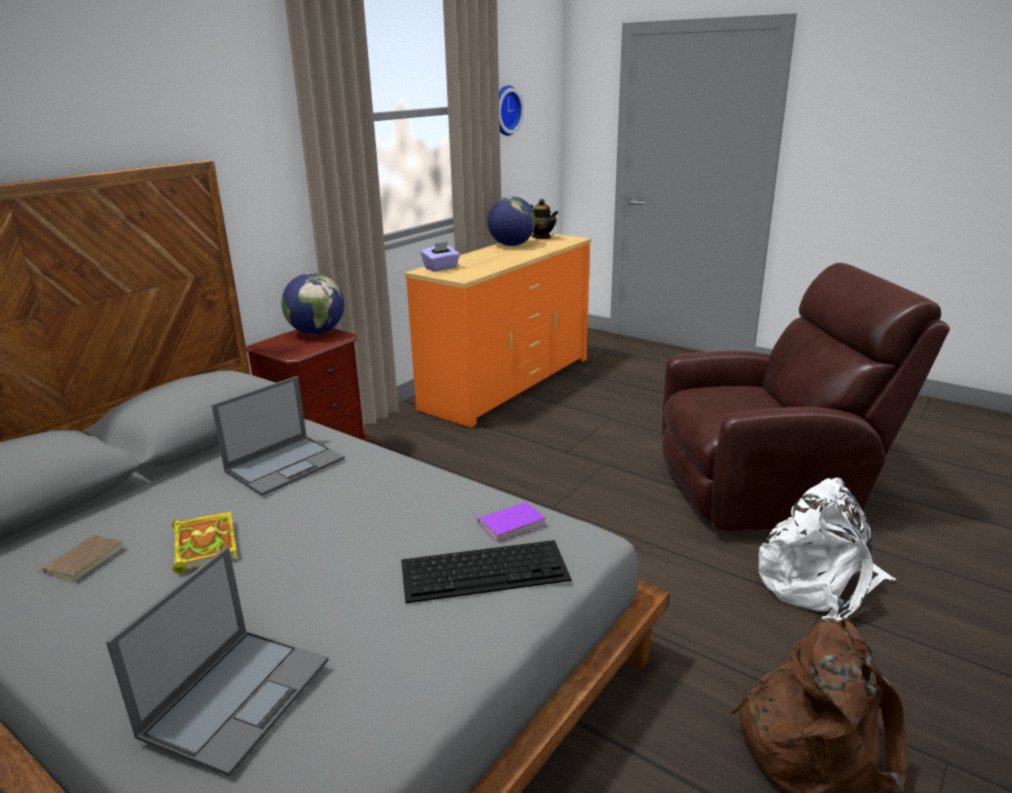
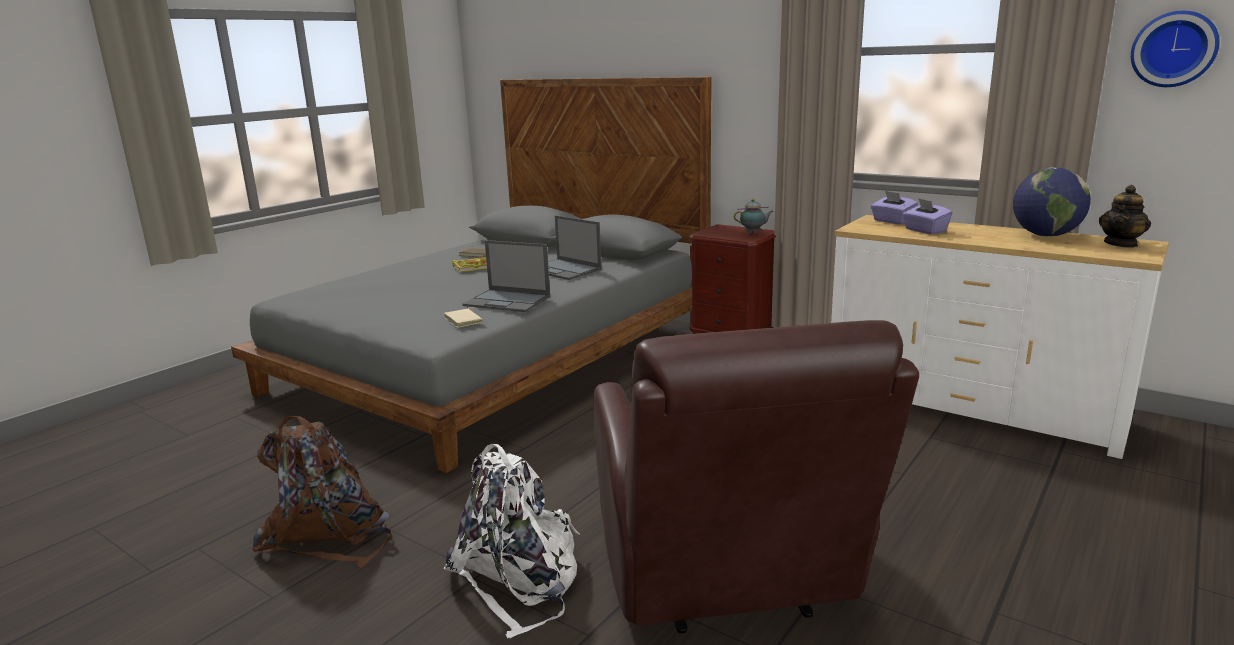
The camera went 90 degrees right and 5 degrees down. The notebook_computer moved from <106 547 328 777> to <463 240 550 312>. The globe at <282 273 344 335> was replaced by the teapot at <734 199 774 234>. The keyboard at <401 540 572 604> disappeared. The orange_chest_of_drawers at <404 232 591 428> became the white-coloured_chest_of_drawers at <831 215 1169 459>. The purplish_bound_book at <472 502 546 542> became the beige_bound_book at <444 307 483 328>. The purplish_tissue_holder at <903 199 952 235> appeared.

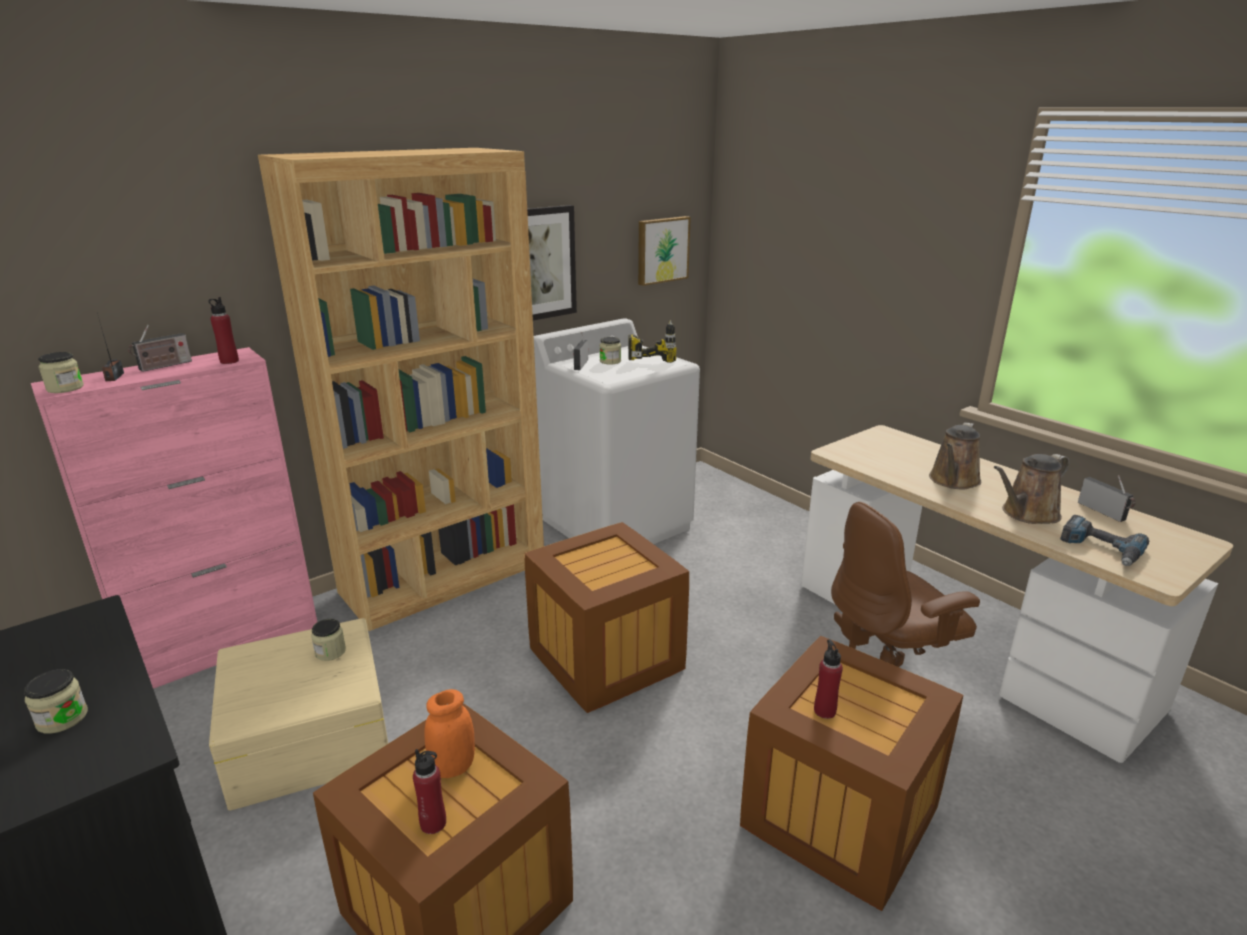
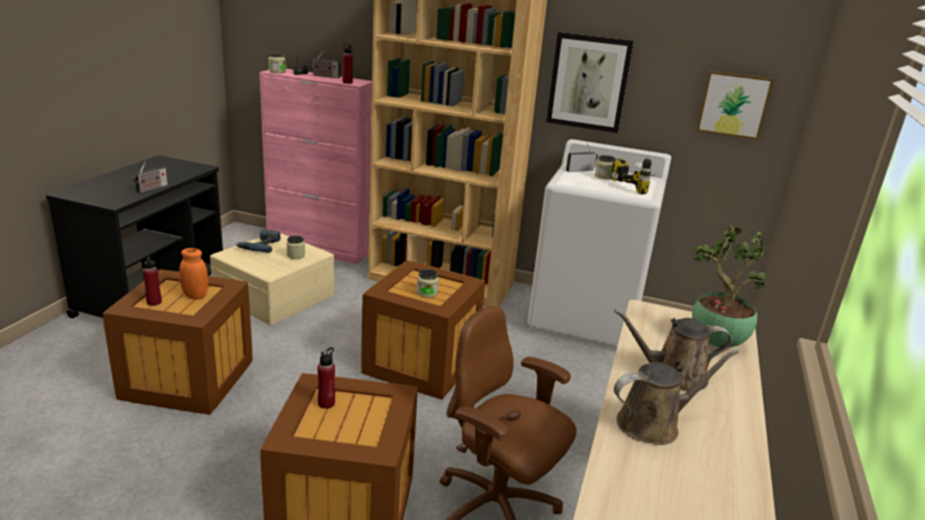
The camera went 55 degrees right and 0 degrees up. The jar moved from <24 669 88 734> to <417 269 439 298>. The brown_sprinkling_can at <994 454 1069 524> turned 135 degrees clockwise. The drill moved from <1060 515 1149 566> to <235 229 280 253>. The radio_receiver moved from <1078 475 1136 522> to <133 162 168 193>. The potted_plant at <692 225 767 348> appeared.

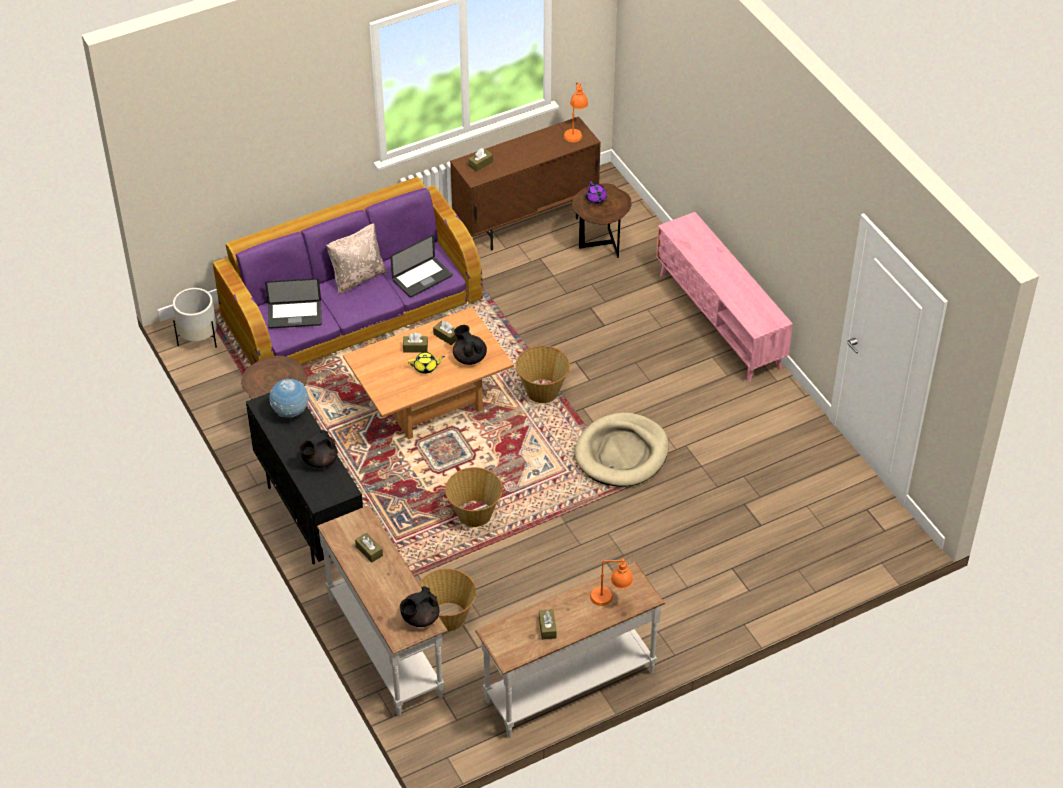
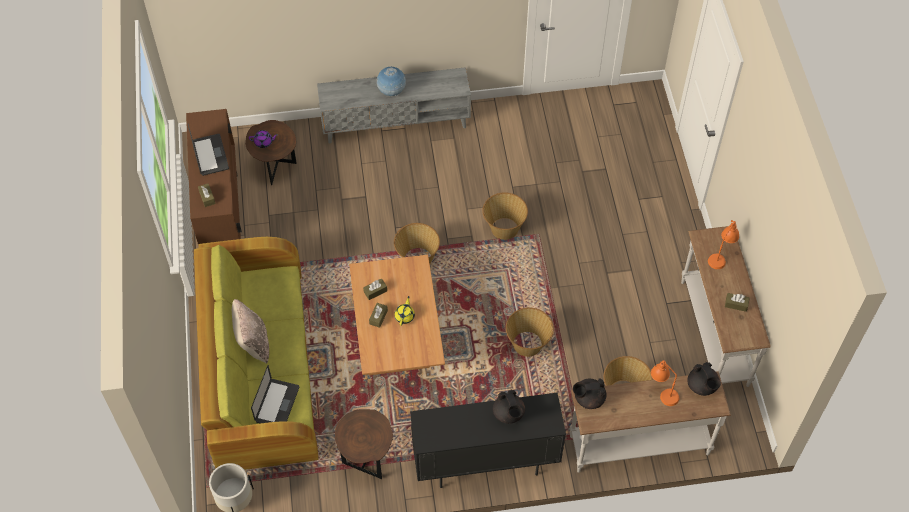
The camera went 70 degrees left and 10 degrees up. The purplish_couch at <213 177 483 365> became the green_couch at <194 237 319 470>. The globe moved from <270 379 308 418> to <377 66 406 96>. The brown_tissue_holder at <355 533 383 563> disappeared. The notebook_computer moved from <391 235 452 297> to <188 124 229 176>. The black_teapot moved from <453 325 487 365> to <573 378 606 409>. The orange_lamp_for_a_table moved from <564 82 588 142> to <651 360 679 406>. The beige_pet_bed at <575 413 669 487> was replaced by the basket at <482 192 528 240>. The pinkish_tv_stand at <656 212 793 382> became the gray_tv_stand at <317 67 471 143>.

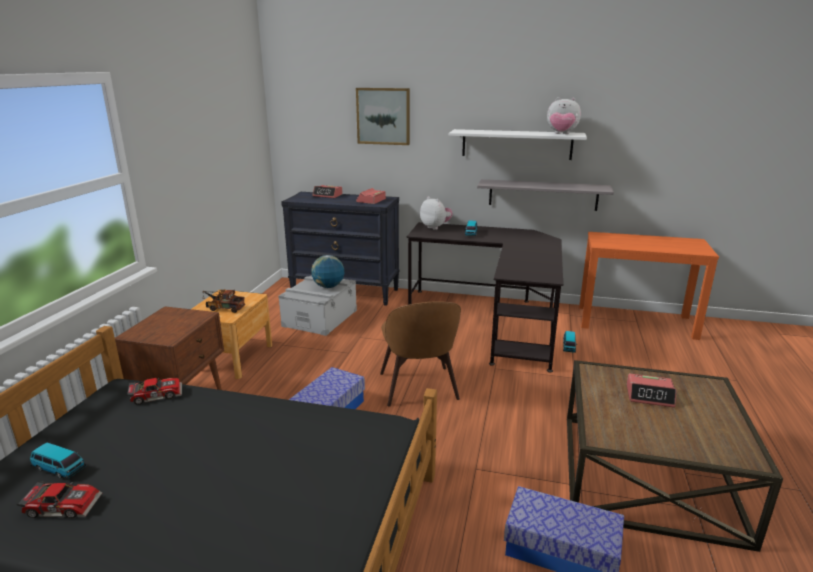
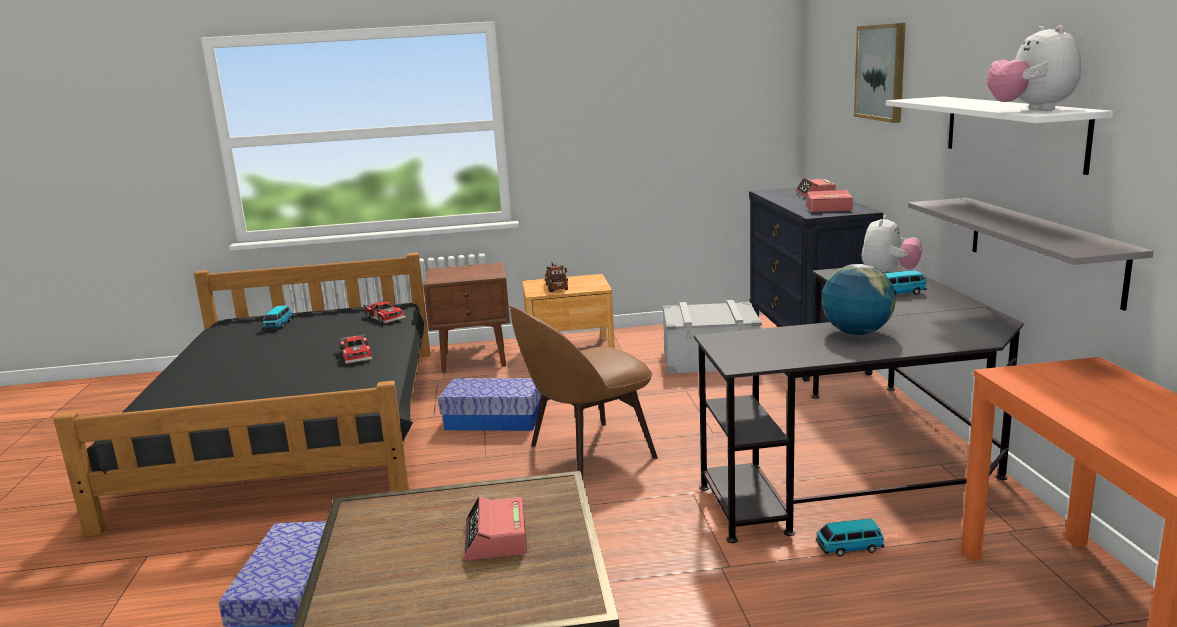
The camera went 70 degrees right and 5 degrees down. The model_car moved from <17 481 102 518> to <340 334 372 364>. The globe moved from <311 255 344 288> to <822 264 896 335>.

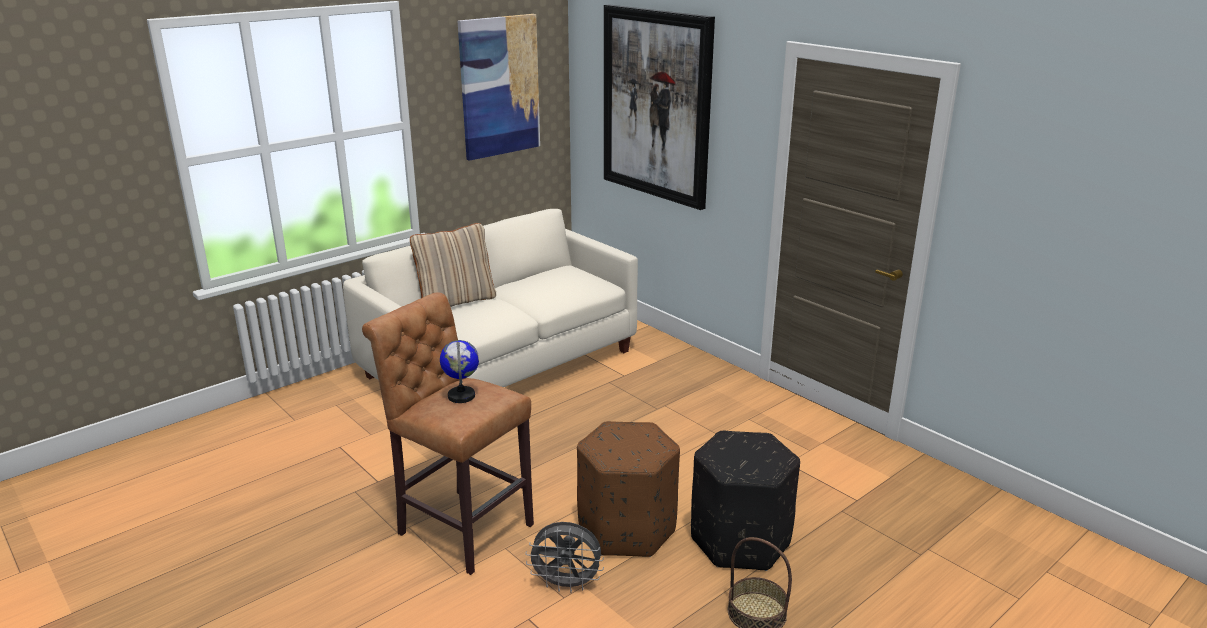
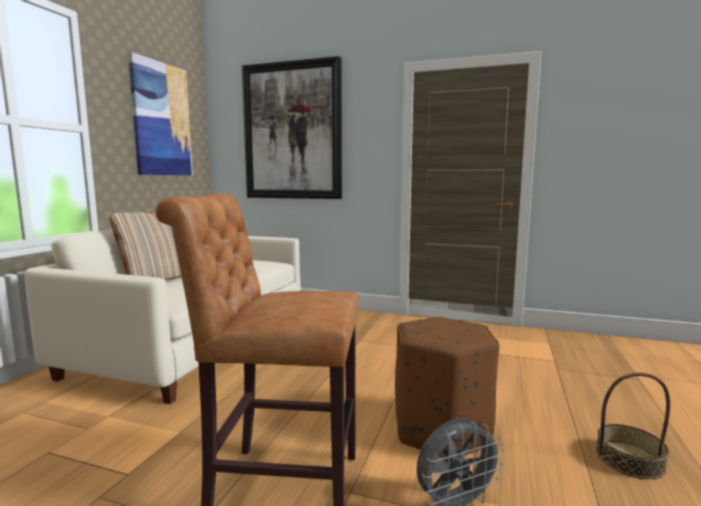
The camera went 30 degrees left and 15 degrees down. The globe at <440 340 479 403> disappeared. The black_ottoman at <691 431 800 571> disappeared.

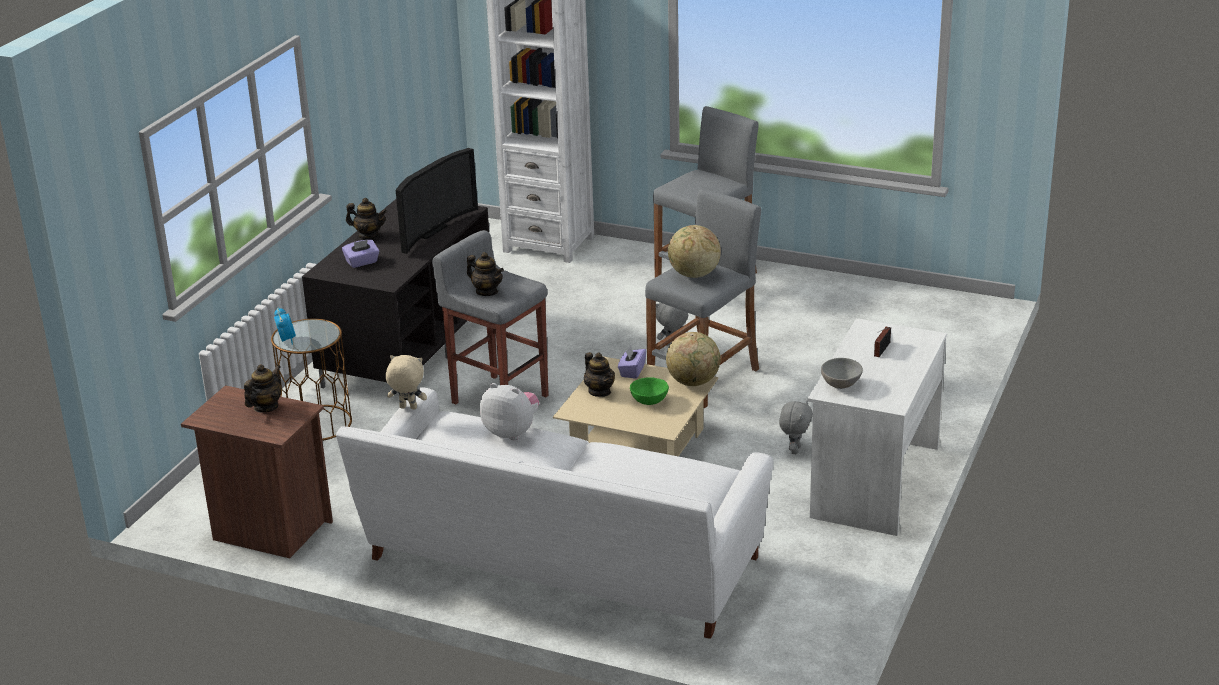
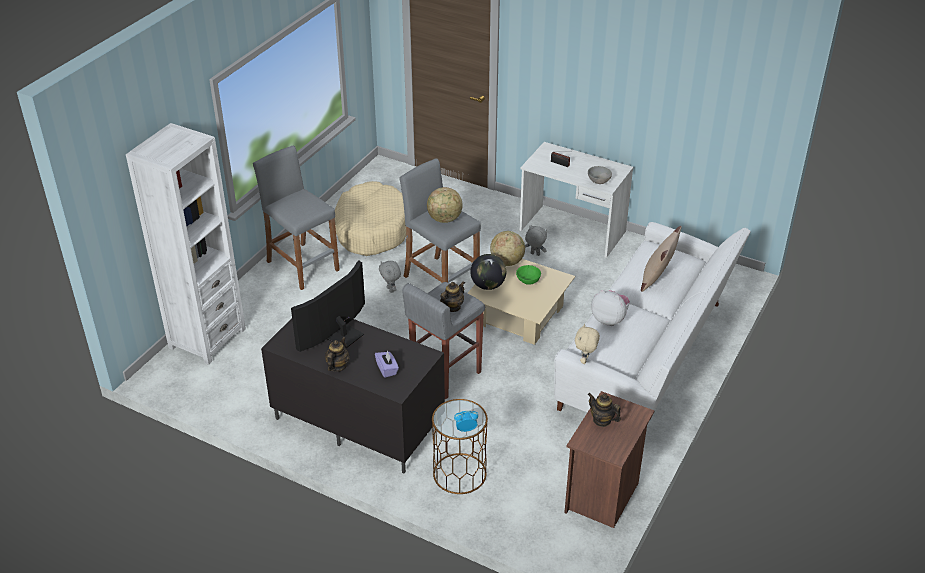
The camera went 85 degrees left and 10 degrees up. The television at <396 148 478 254> turned 90 degrees counterclockwise. The cuddly_toy at <480 383 539 440> turned 90 degrees clockwise. The teapot at <584 352 615 397> disappeared. The purplish_tissue_holder at <618 345 646 379> was replaced by the globe at <470 254 506 290>. The beige_pet_bed at <335 181 406 256> appeared. The beige_throw_pillow at <641 226 682 292> appeared.

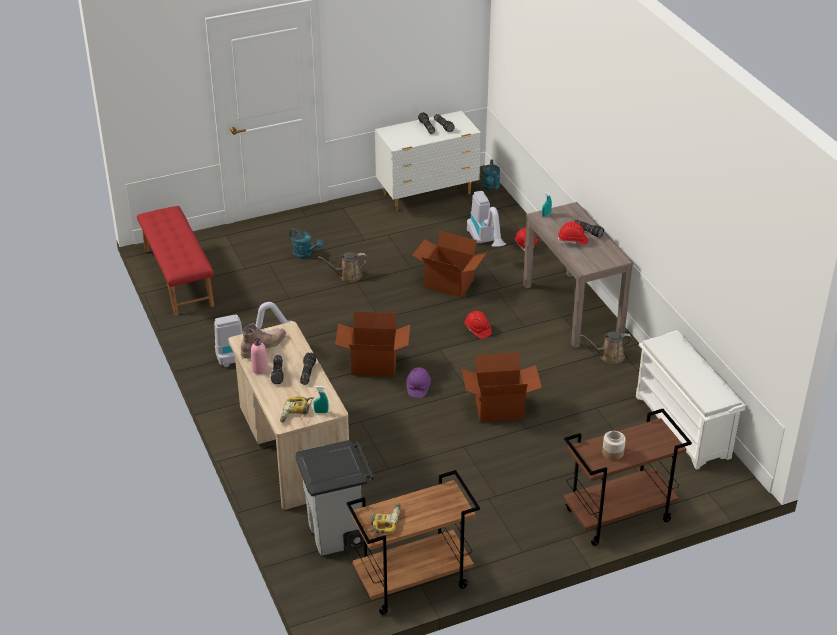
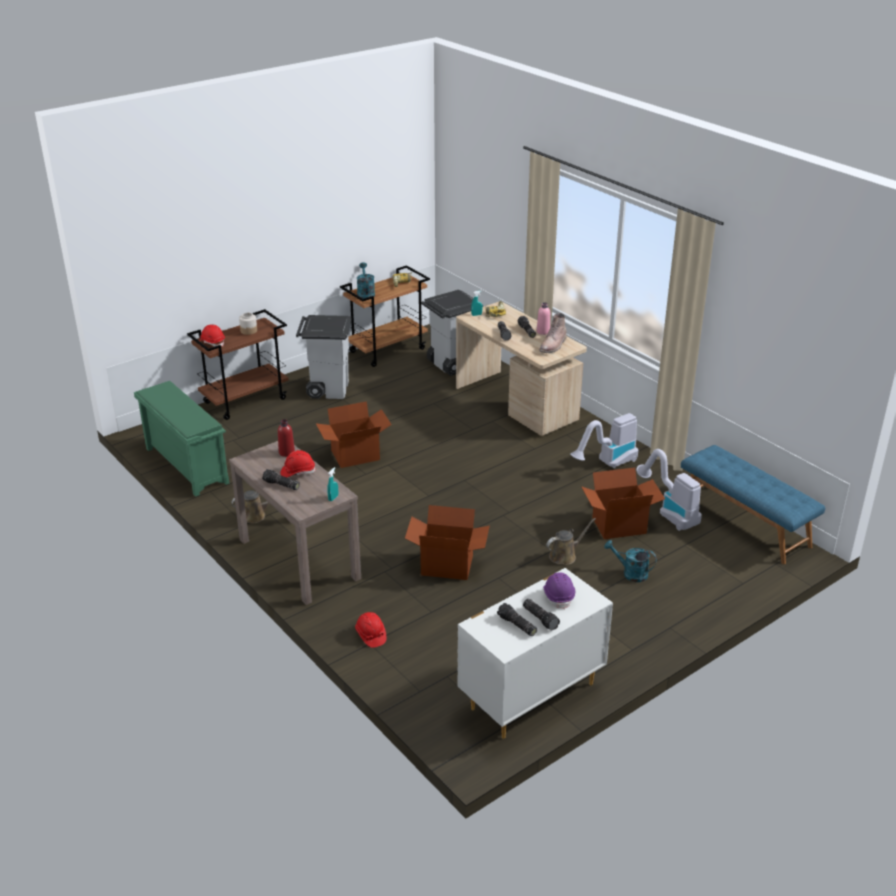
The camera went 165 degrees right and 5 degrees down. The reddish_long_seat at <137 206 214 316> became the blue-coloured_long_seat at <681 445 825 564>. The cardboard_box moved from <335 312 410 377> to <581 467 665 539>. The purplish_safety_helmet moved from <407 367 431 398> to <543 573 575 610>. The reddish_safety_helmet moved from <464 311 492 339> to <199 324 225 347>. The vacuum_cleaner moved from <467 191 506 247> to <636 449 702 531>. The blue-green_sprinkling_can moved from <482 160 500 191> to <357 262 375 299>. The white-coloured_shoe_shelf at <636 330 746 470> became the green_shoe_shelf at <134 381 229 497>. The reddish_drink_bottle at <278 419 295 457> appeared. The gray_trash_can at <296 315 352 399> appeared.

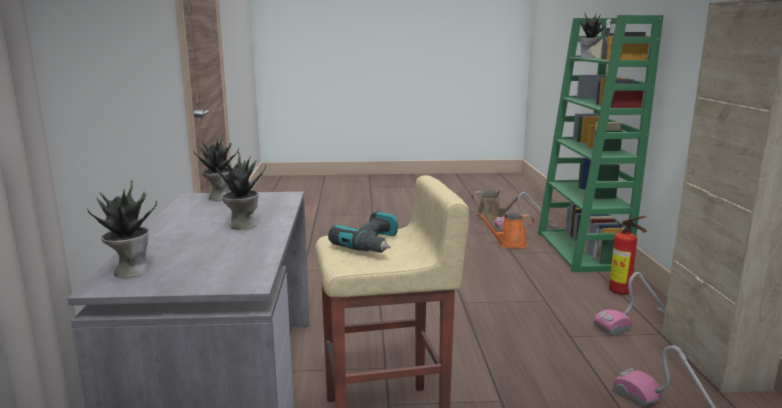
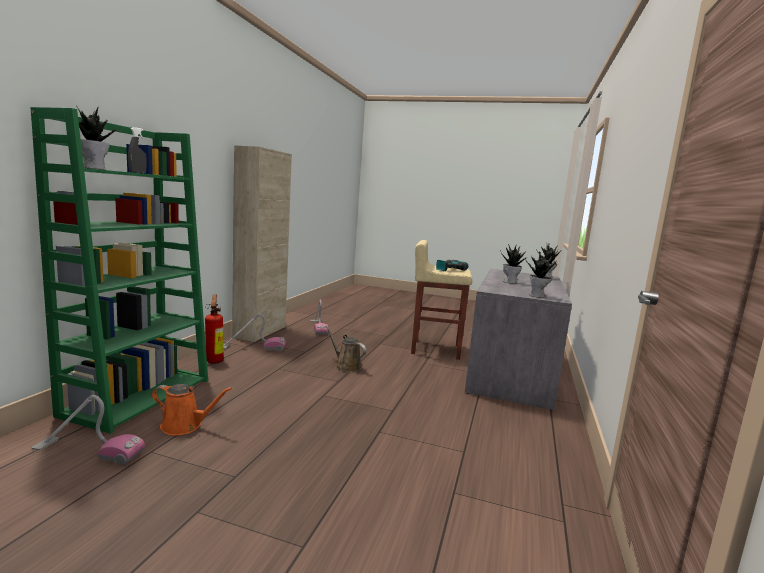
The camera went 160 degrees left and 5 degrees down. The brown_sprinkling_can moved from <471 191 527 222> to <326 325 367 372>.

